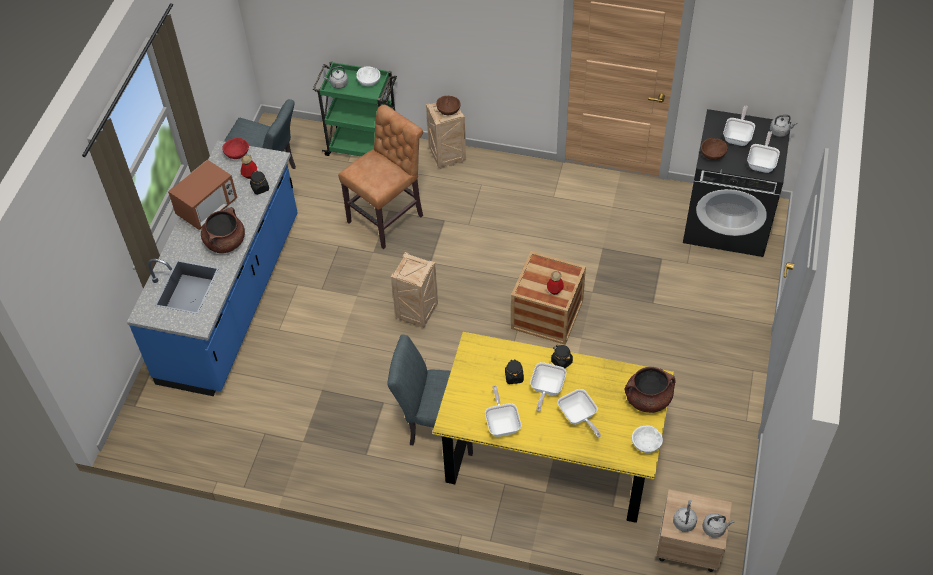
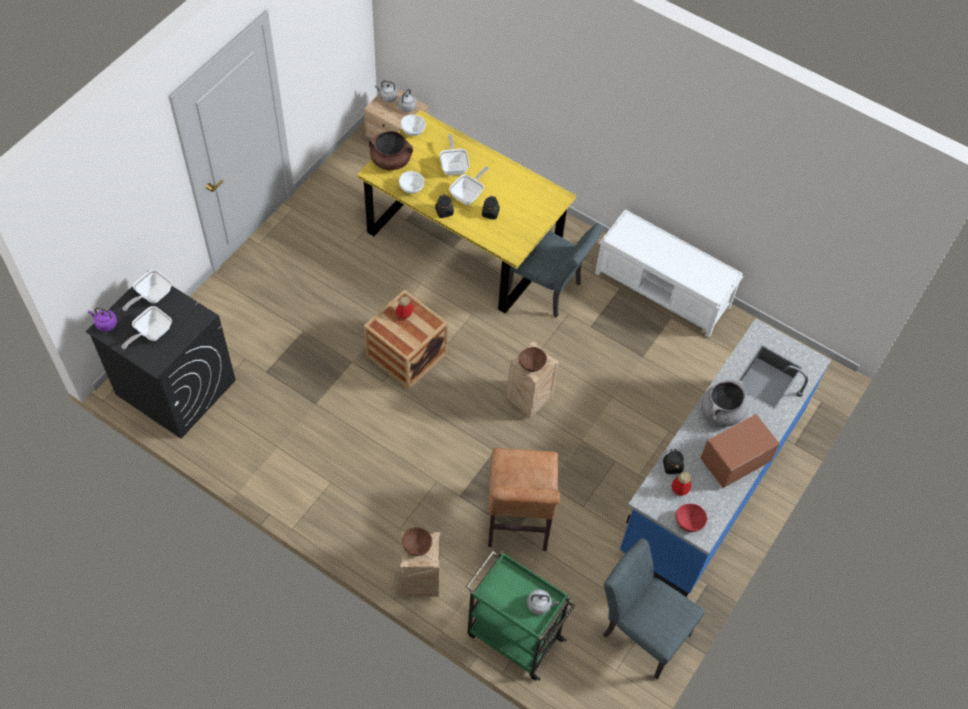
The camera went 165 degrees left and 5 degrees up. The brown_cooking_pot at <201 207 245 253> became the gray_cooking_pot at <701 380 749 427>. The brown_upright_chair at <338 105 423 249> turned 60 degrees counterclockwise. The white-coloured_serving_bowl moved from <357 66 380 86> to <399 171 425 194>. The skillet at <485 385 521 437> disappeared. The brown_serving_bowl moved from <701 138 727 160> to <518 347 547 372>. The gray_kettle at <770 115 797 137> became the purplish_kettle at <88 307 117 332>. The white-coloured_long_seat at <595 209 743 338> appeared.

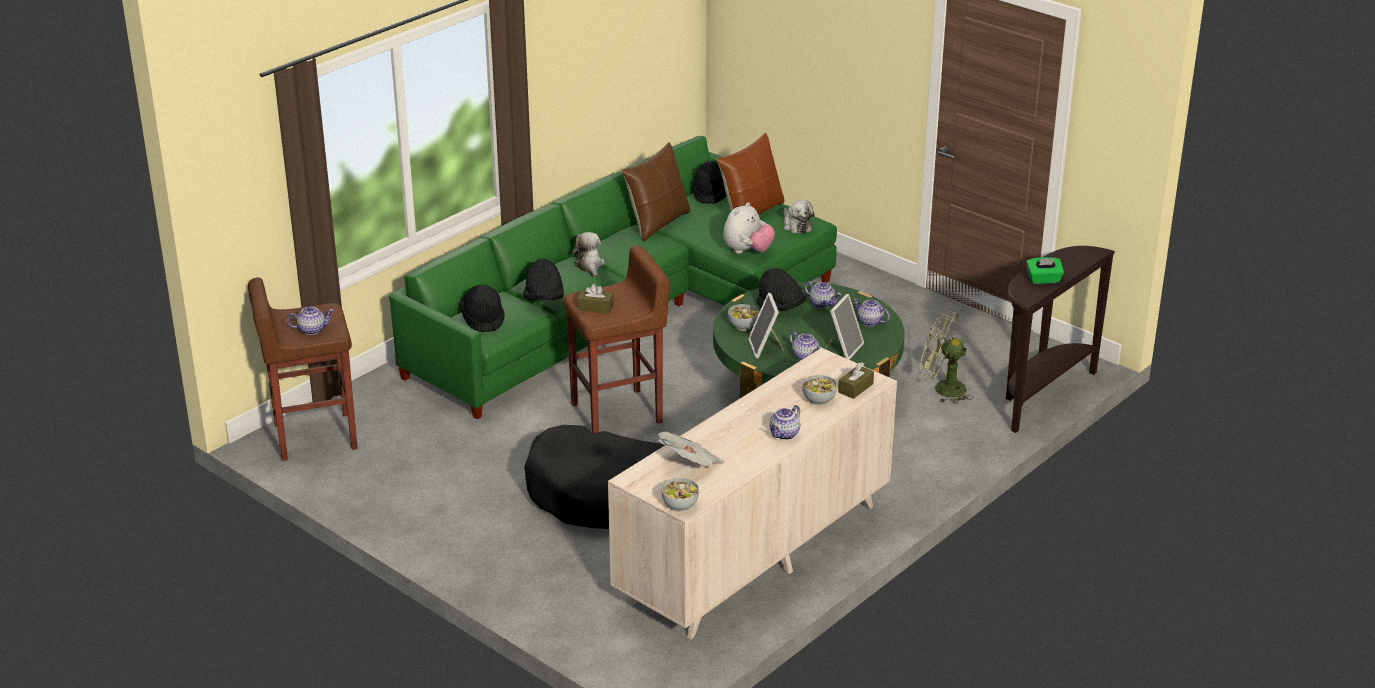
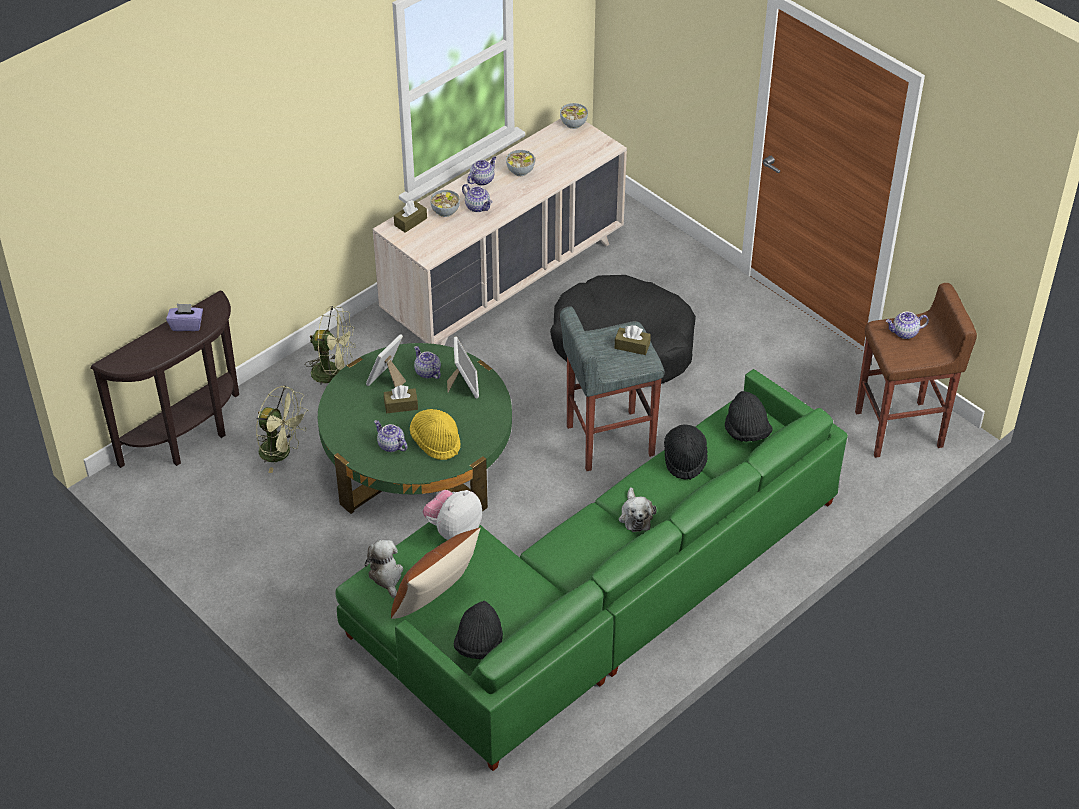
The camera went 175 degrees left and 15 degrees up. The brown_stool_seat at <563 245 670 433> became the gray_stool_seat at <560 306 665 471>. The brown_throw_pillow at <621 142 690 241> disappeared. The daily_paper at <658 432 724 466> disappeared. The serving_bowl moved from <728 304 759 331> to <506 150 535 176>. The black_wearable_hat at <757 268 806 312> became the yellow_wearable_hat at <410 409 461 460>. The teapot moved from <853 299 890 327> to <462 184 493 212>. The green_tissue_holder at <1026 257 1064 284> became the purplish_tissue_holder at <166 304 203 331>. The green_fan at <305 306 355 385> appeared. The brown_tissue_holder at <384 385 418 413> appeared.

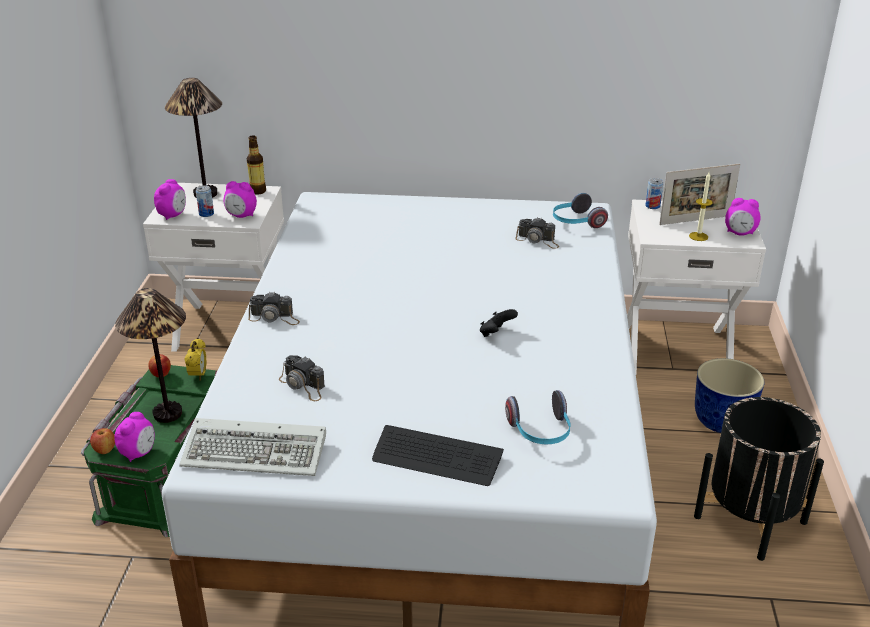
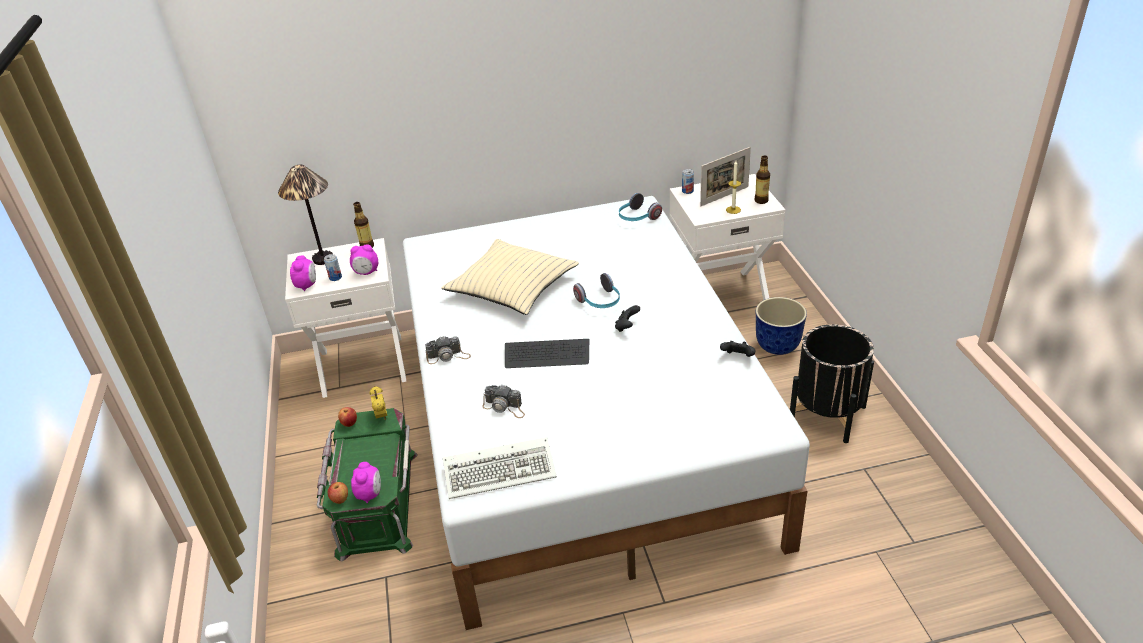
The camera went 15 degrees left and 5 degrees up. The lamp_for_a_table at <115 288 186 423> disappeared. The keyboard moved from <372 425 504 486> to <505 339 589 368>. The headset moved from <505 390 570 445> to <573 273 620 308>. The photo_camera at <515 217 559 249> disappeared. The table_clock at <725 198 760 236> was replaced by the drink_bottle at <754 155 770 204>. The beige_throw_pillow at <441 239 579 315> appeared. The black_game_controller at <720 341 756 357> appeared.

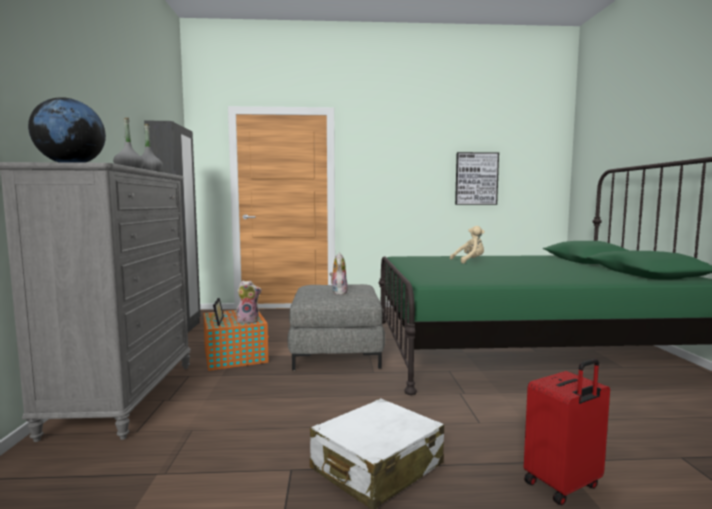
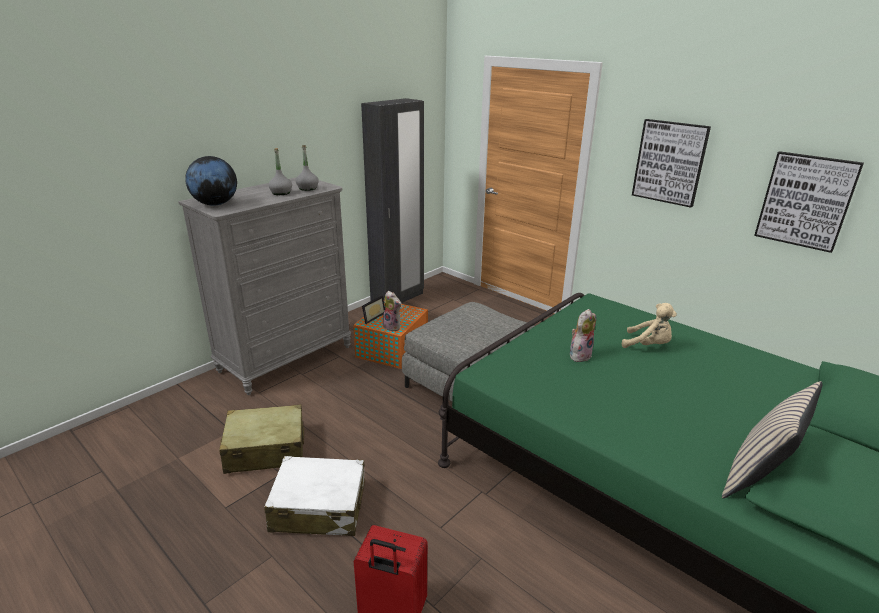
The camera went 45 degrees right and 20 degrees up. The cuddly_toy moved from <329 253 348 295> to <570 309 596 362>. The beige_travel_case at <220 404 304 474> appeared. The picture at <632 119 711 208> appeared. The beige_throw_pillow at <722 381 822 498> appeared.

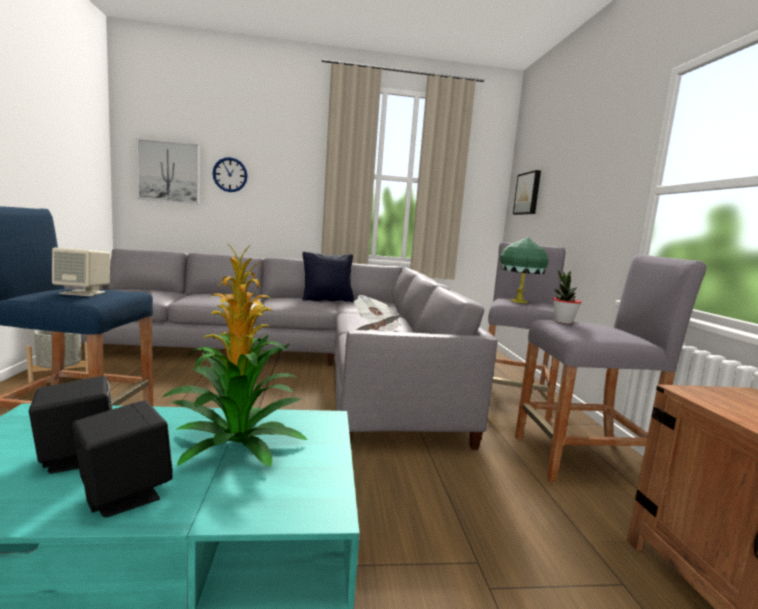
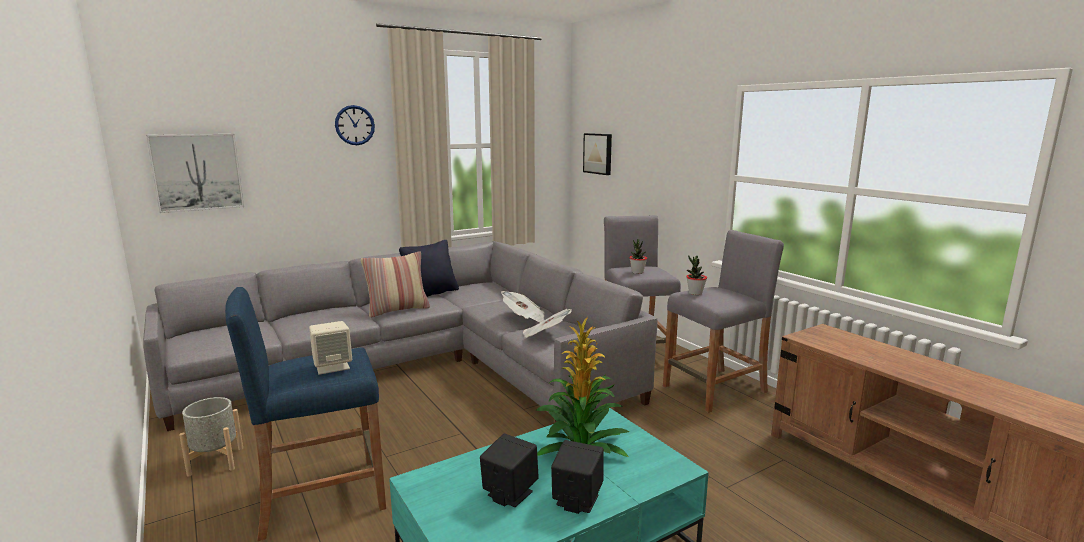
The camera went 25 degrees left and 5 degrees up. The clock_on_the_wall moved from <212 157 248 192> to <335 105 375 145>. The green_lamp_for_a_table at <500 237 548 303> was replaced by the potted_plant at <629 239 647 274>. The throw_pillow at <361 251 430 318> appeared.

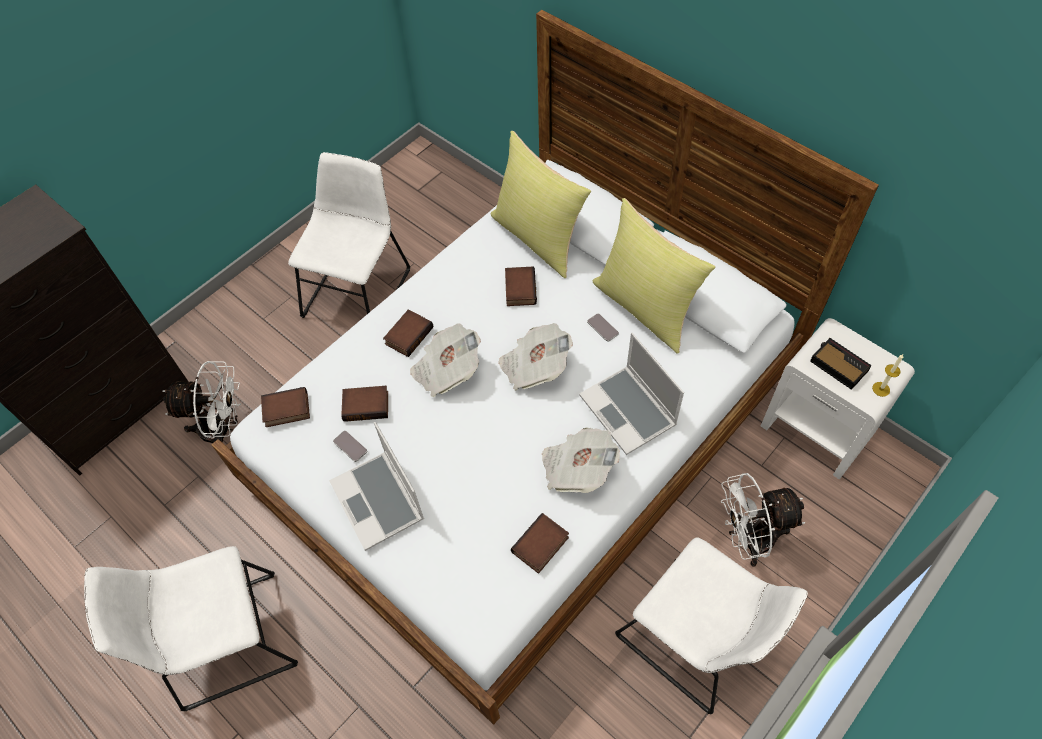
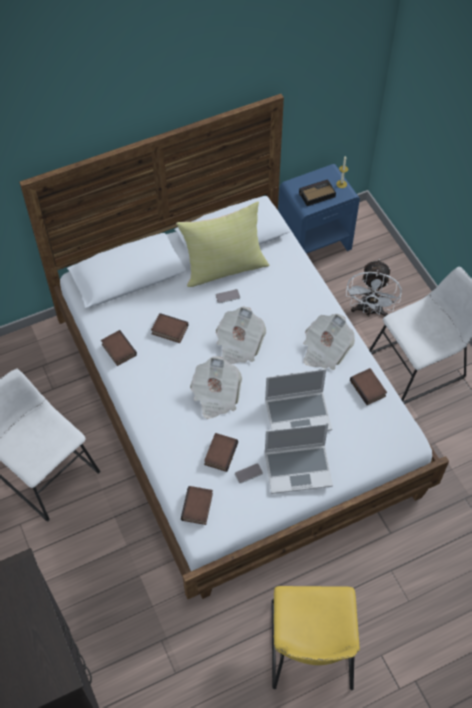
The camera went 70 degrees left and 0 degrees up. The white-coloured_upright_chair at <84 546 298 711> became the yellow_upright_chair at <272 586 360 690>. The white-coloured_fan at <163 361 241 443> disappeared. The bound_book moved from <383 309 434 357> to <101 330 137 366>. The yellow_throw_pillow at <491 131 591 278> disappeared. The notebook_computer moved from <579 333 684 455> to <265 369 332 431>. The white-coloured_nightstand at <761 318 915 480> became the blue-coloured_nightstand at <278 164 360 254>.

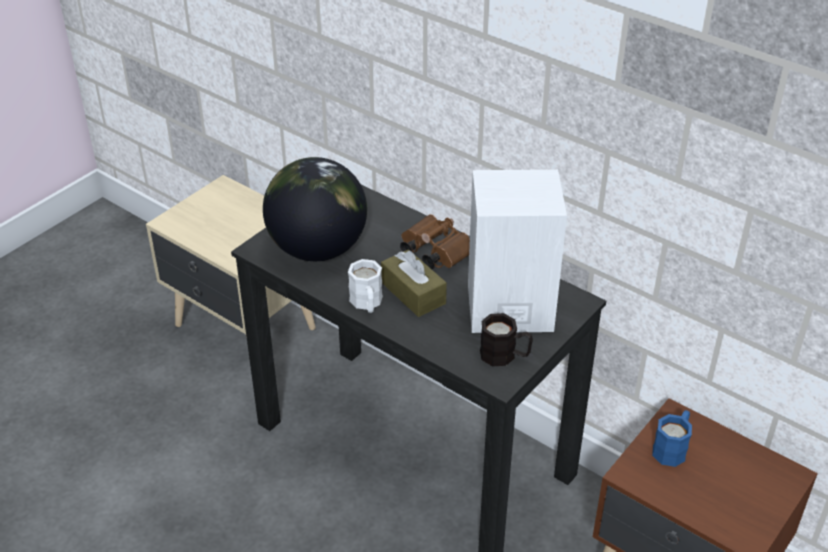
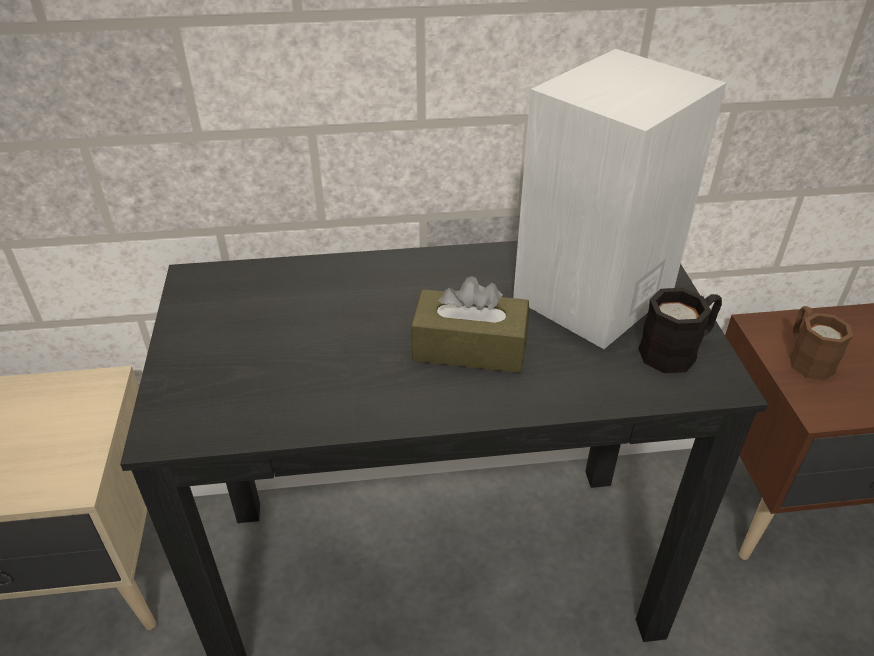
The camera went 45 degrees left and 0 degrees up. The globe at <263 157 367 261> disappeared. The white-coloured_mug at <348 259 383 313> disappeared. The brown_binoculars at <400 214 470 269> disappeared. The blue-coloured_mug at <652 410 692 467> became the brown_mug at <790 306 853 380>.

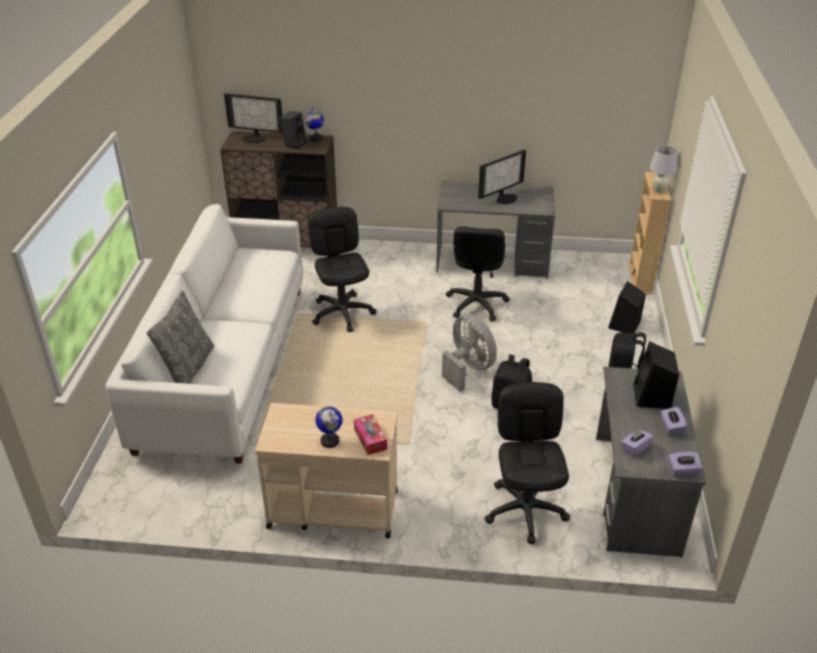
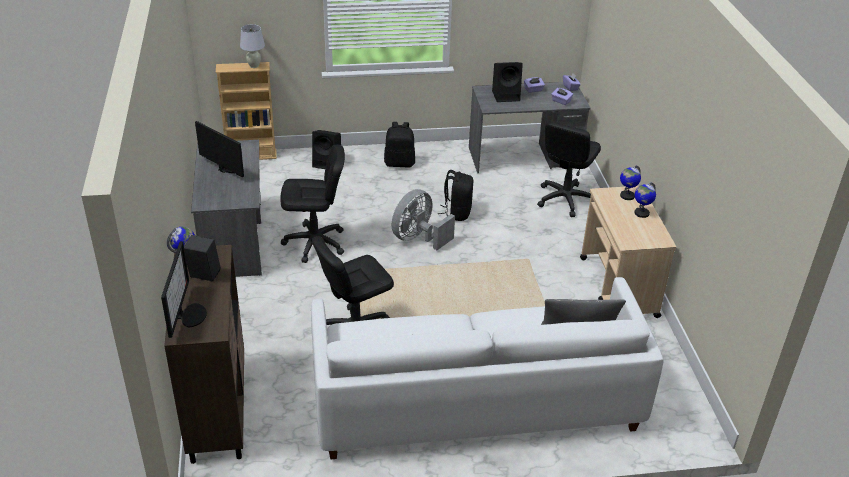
The camera went 105 degrees left and 0 degrees up. The tissue_holder at <354 414 387 455> was replaced by the globe at <620 165 641 200>. The black_office_chair at <484 382 570 544> turned 45 degrees counterclockwise.

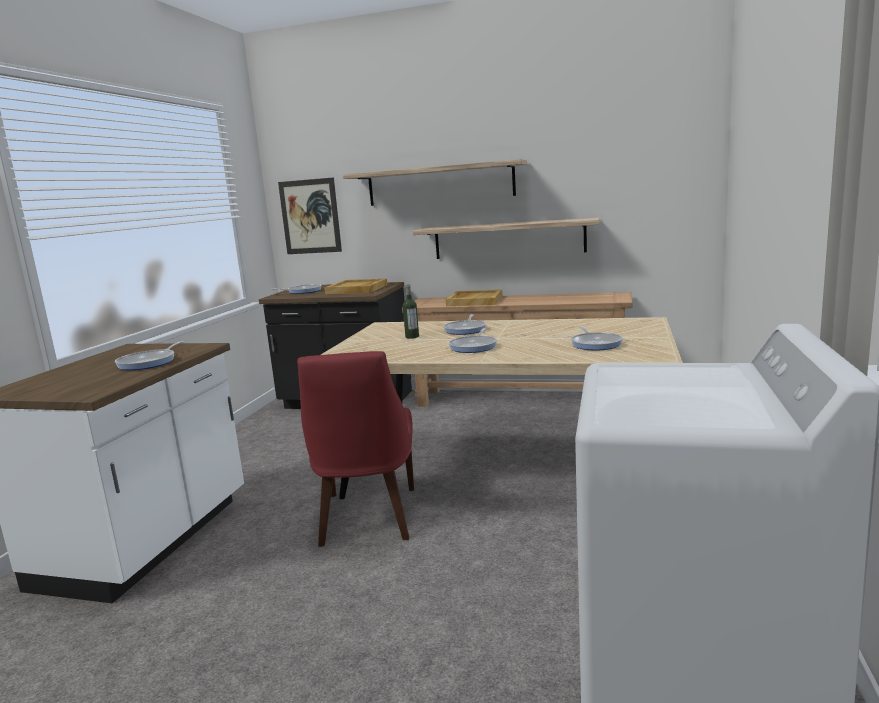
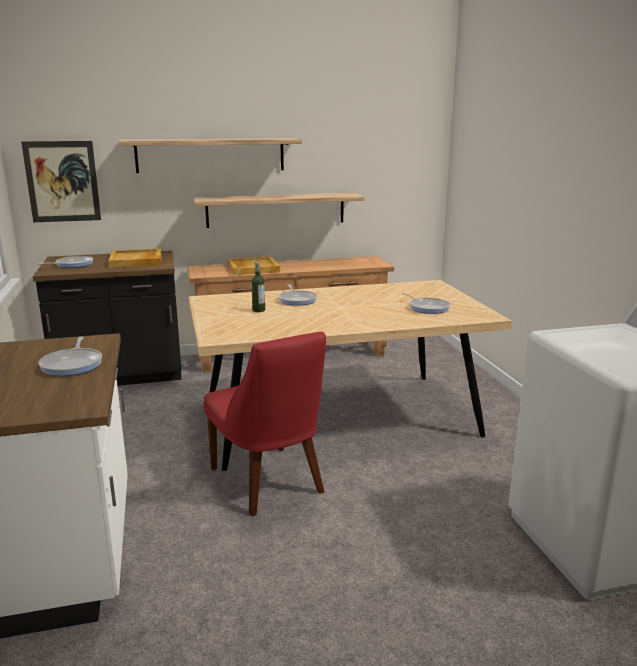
The camera went 30 degrees left and 5 degrees up. The skillet at <449 328 497 353> disappeared.

